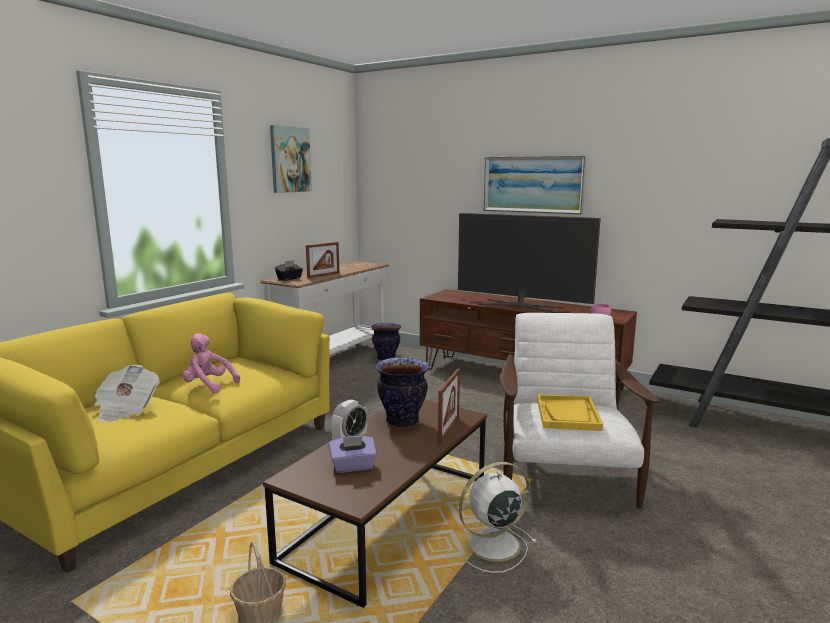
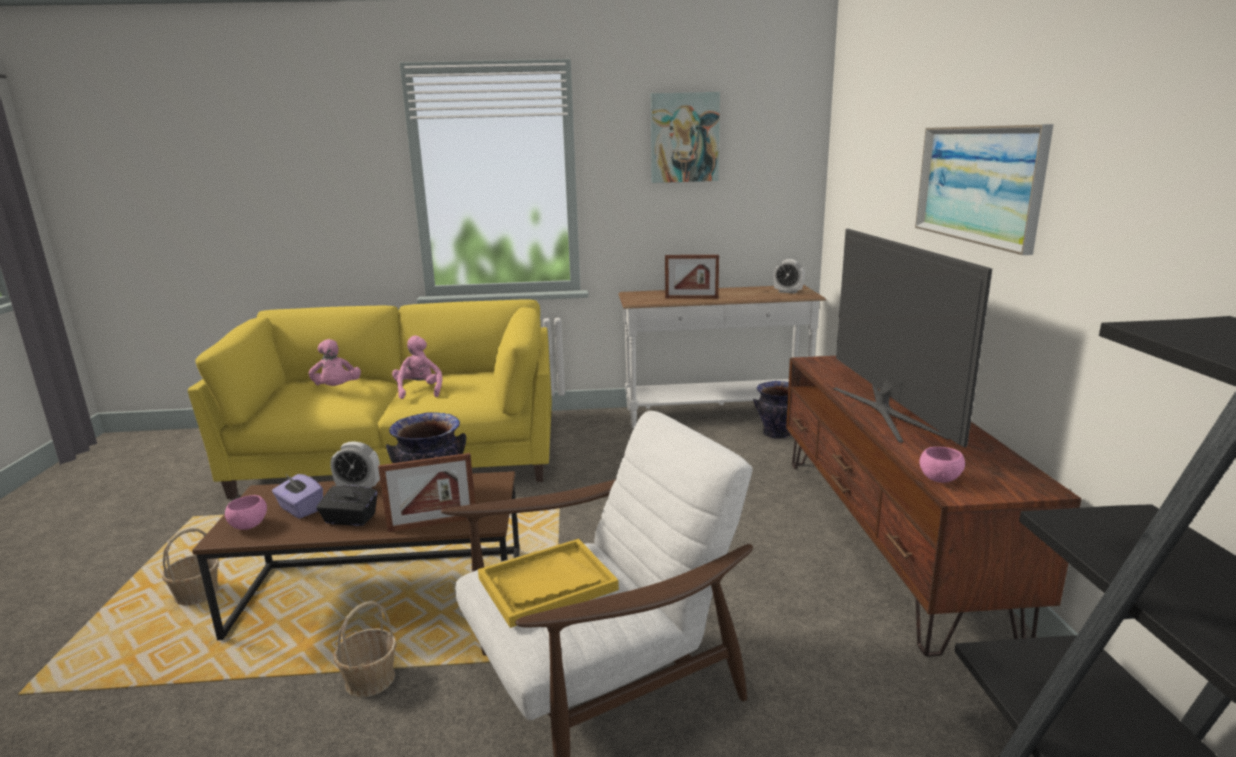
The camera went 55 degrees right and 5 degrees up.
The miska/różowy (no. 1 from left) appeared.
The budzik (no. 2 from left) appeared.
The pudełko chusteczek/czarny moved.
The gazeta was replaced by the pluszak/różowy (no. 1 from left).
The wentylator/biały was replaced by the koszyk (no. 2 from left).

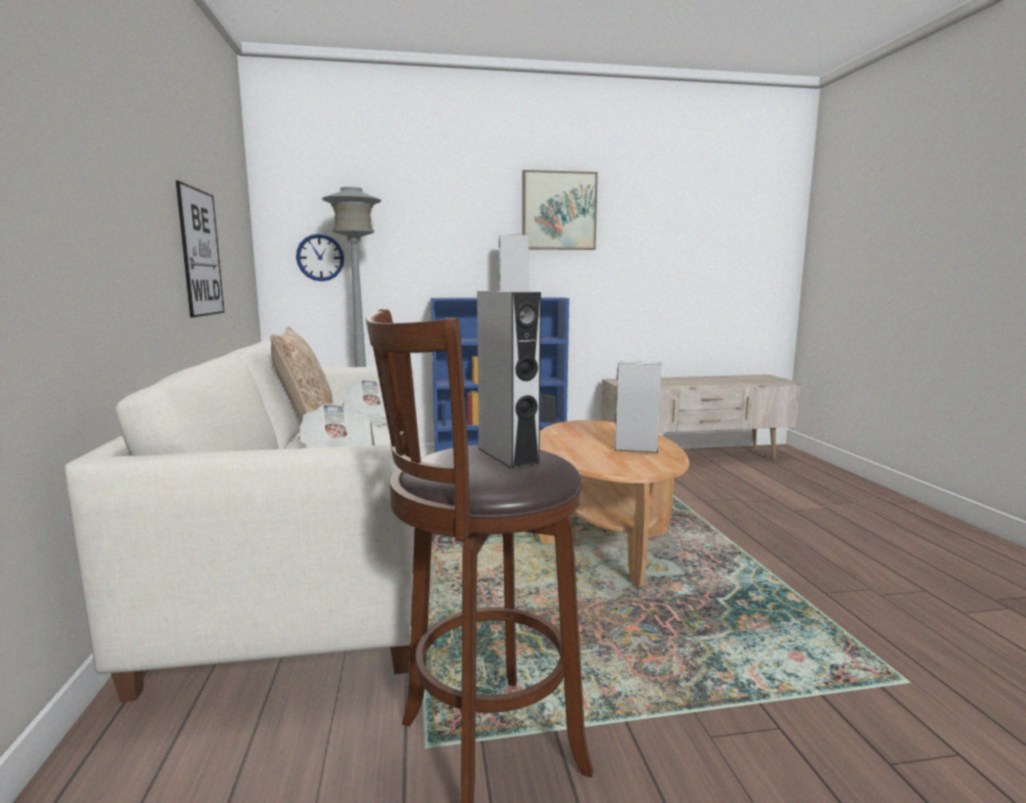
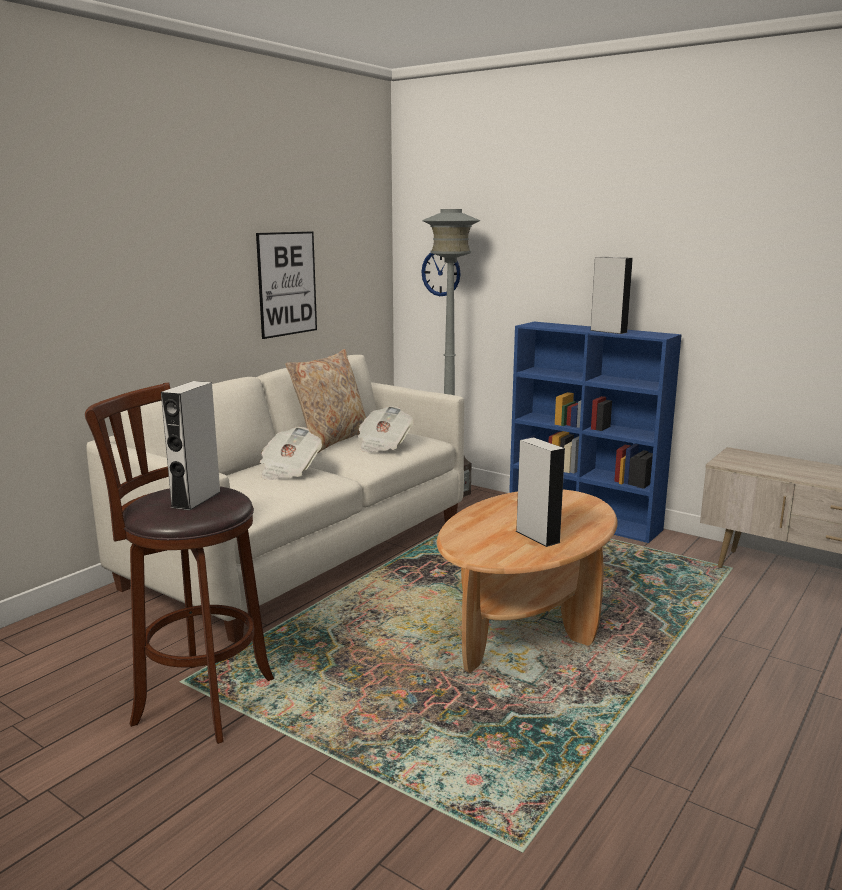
The camera went 45 degrees right and 5 degrees up.
The obraz (no. 2 from left) disappeared.

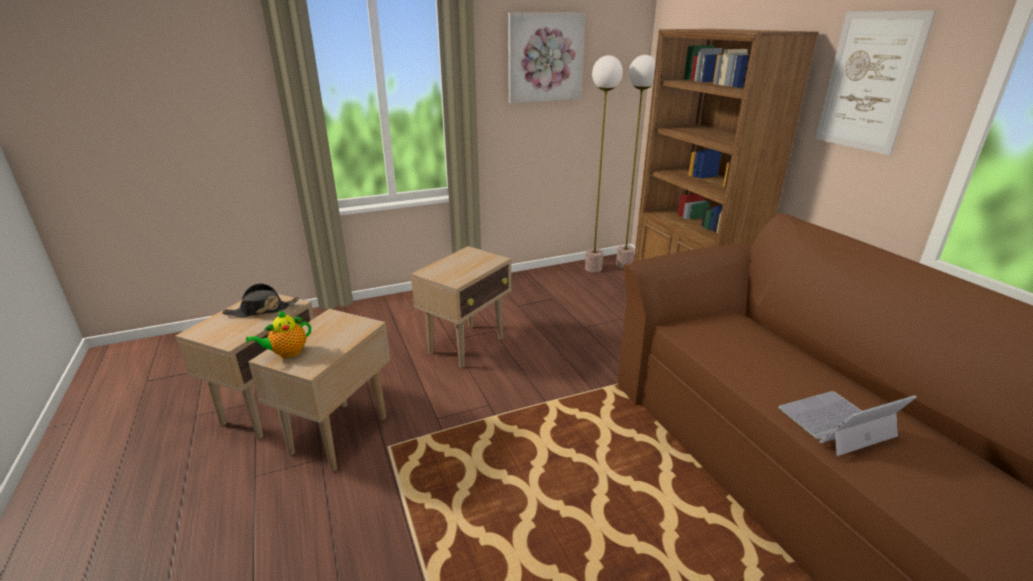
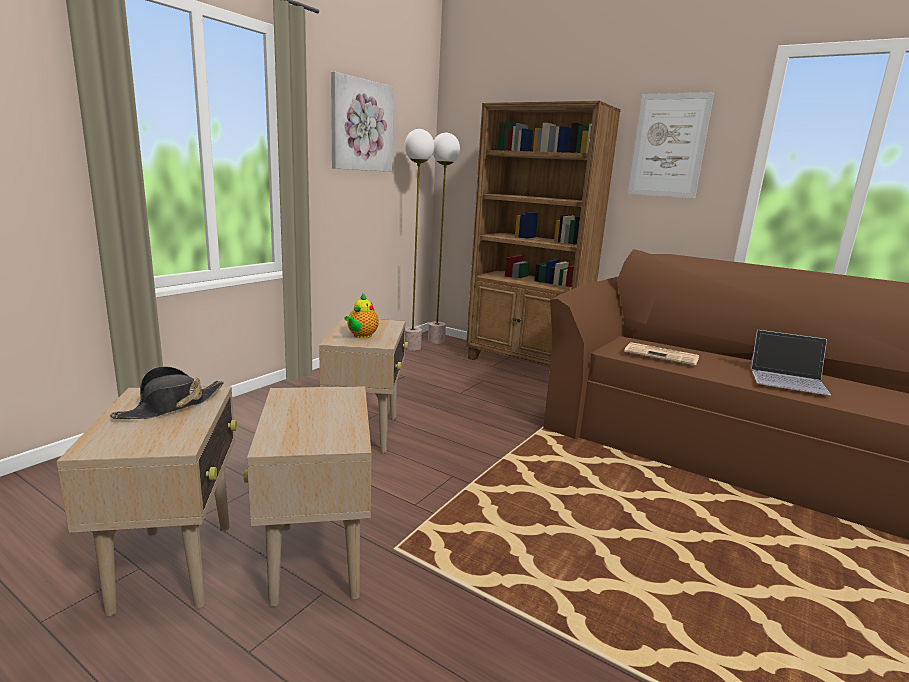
The camera went 35 degrees left and 10 degrees down.
The gazeta appeared.
The imbryk moved.
The laptop turned 105 degrees counterclockwise.

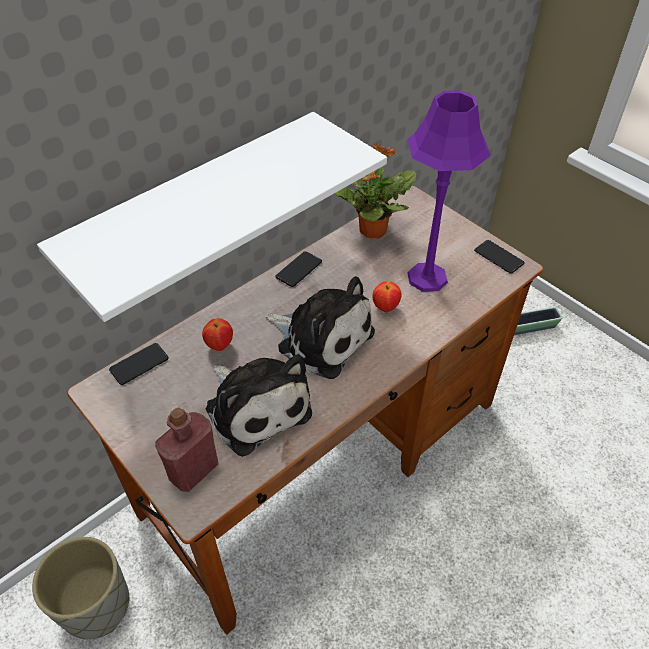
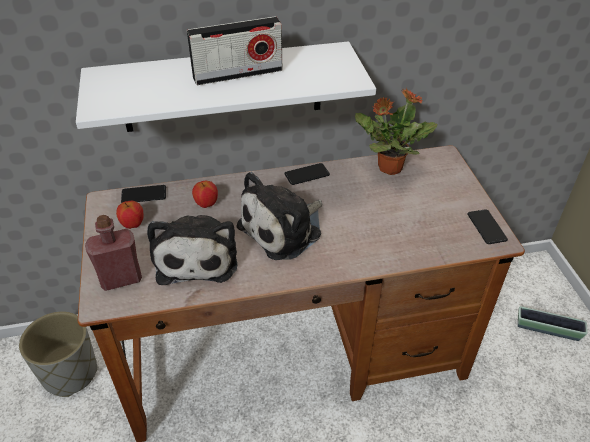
The camera went 30 degrees right and 5 degrees down.
The lampa stołowa/fioletowy disappeared.
The radio appeared.
The jabłko (no. 2 from left in the first image) moved.
The pluszak (no. 2 from left) turned 75 degrees clockwise.

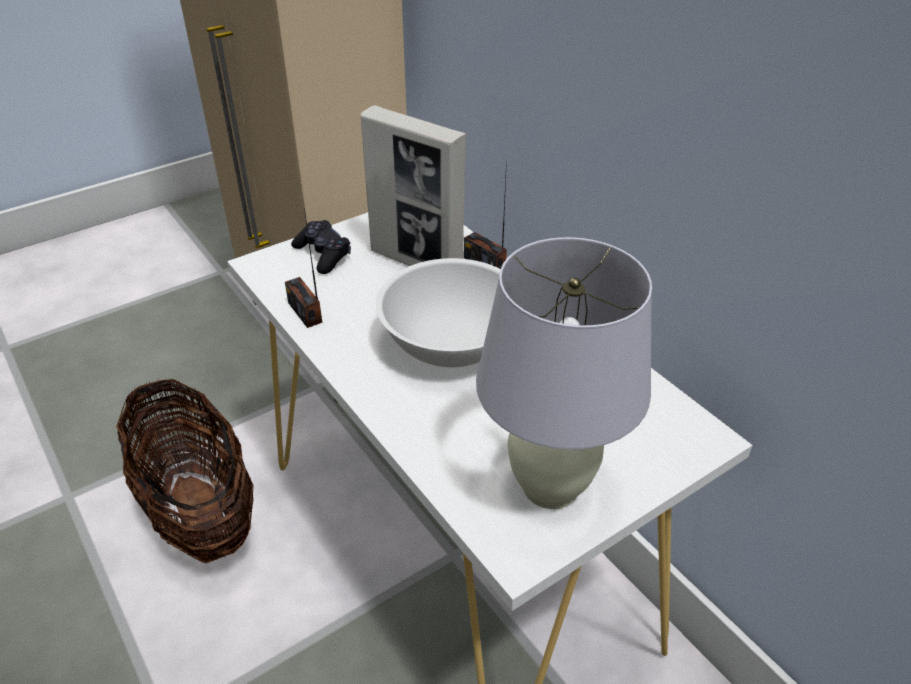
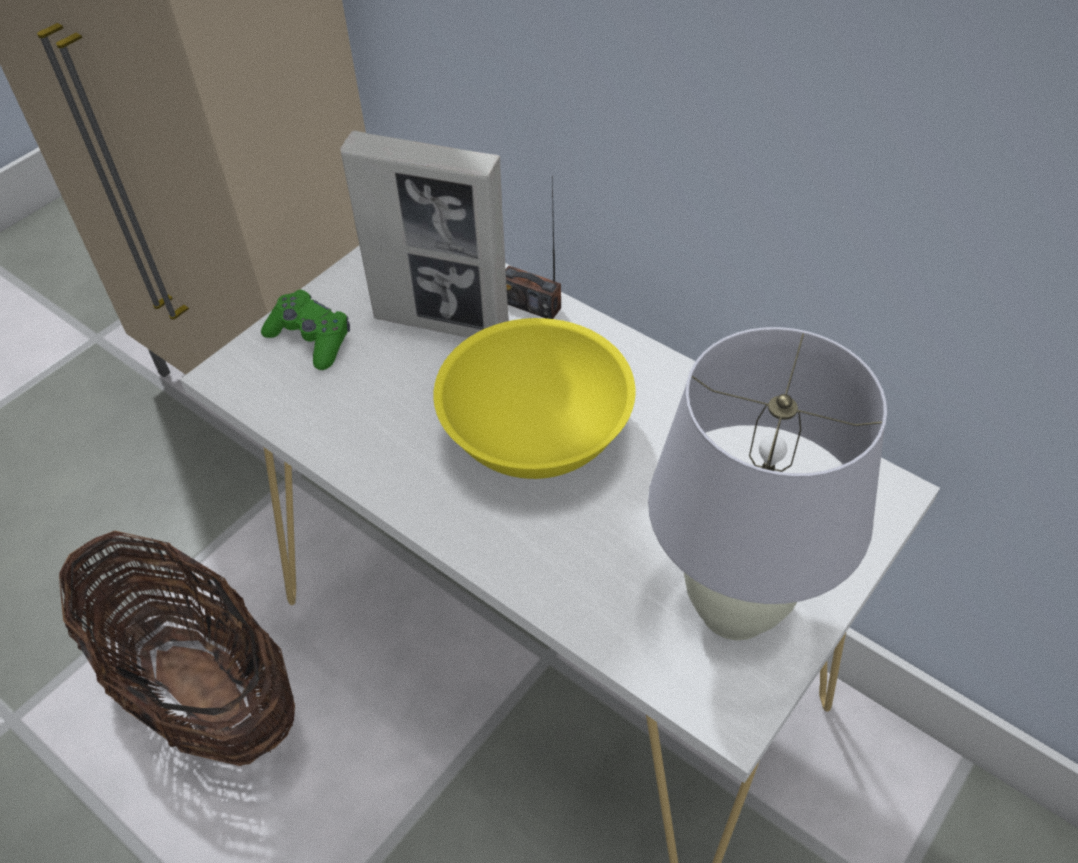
The camera went 15 degrees left and 10 degrees up.
The radio (no. 1 from left) disappeared.
The pad do gier/czarny became the pad do gier/zielony.
The miska/biały became the miska/żółty.

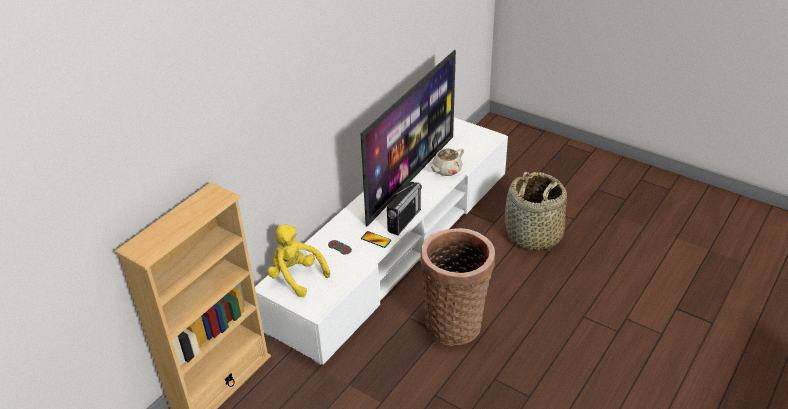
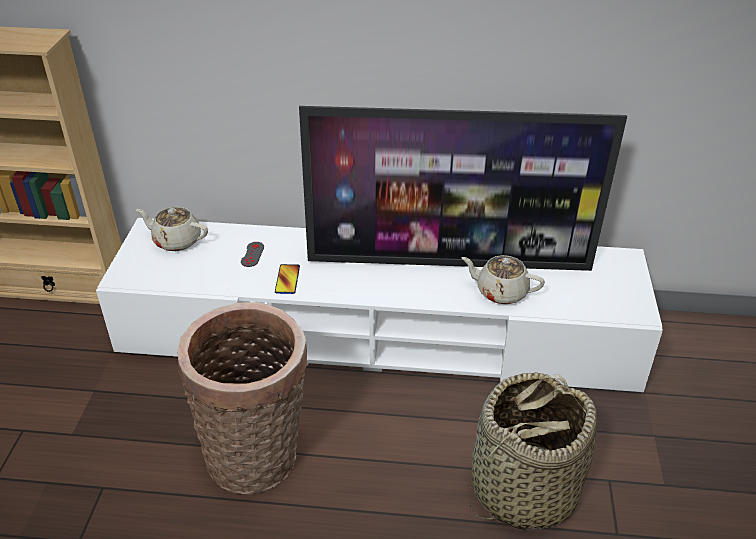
The camera went 60 degrees right and 0 degrees up.
The radio disappeared.
The pluszak/żółty was replaced by the imbryk/beżowy (no. 1 from left).

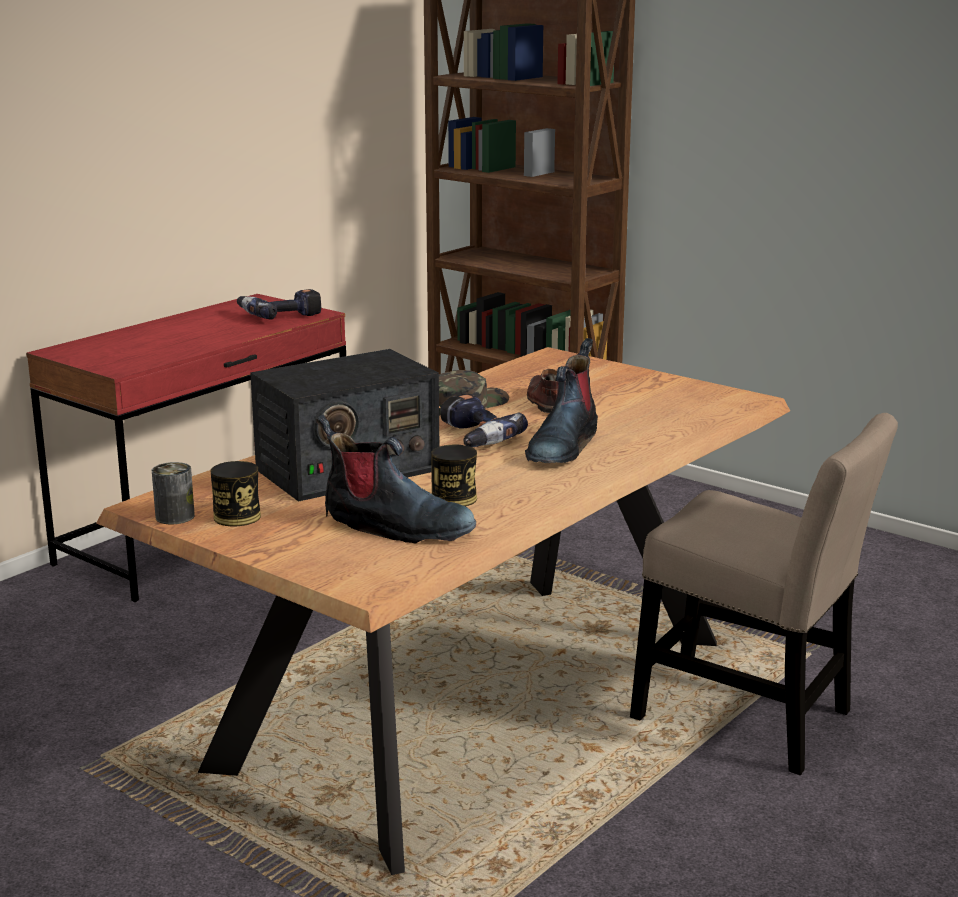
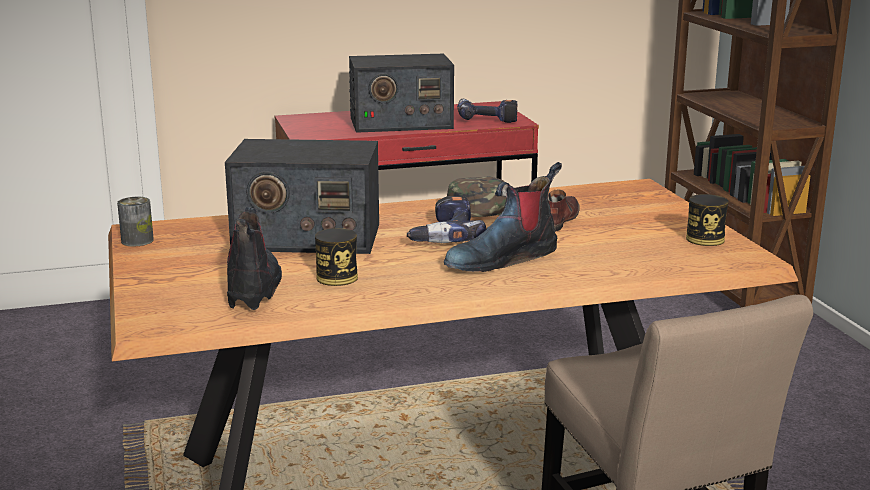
The camera went 35 degrees right and 0 degrees up.
The radio (no. 2 from left) appeared.
The puszka (no. 2 from left in the first image) moved.
The but z cholewką (no. 1 from left) turned 150 degrees counterclockwise.

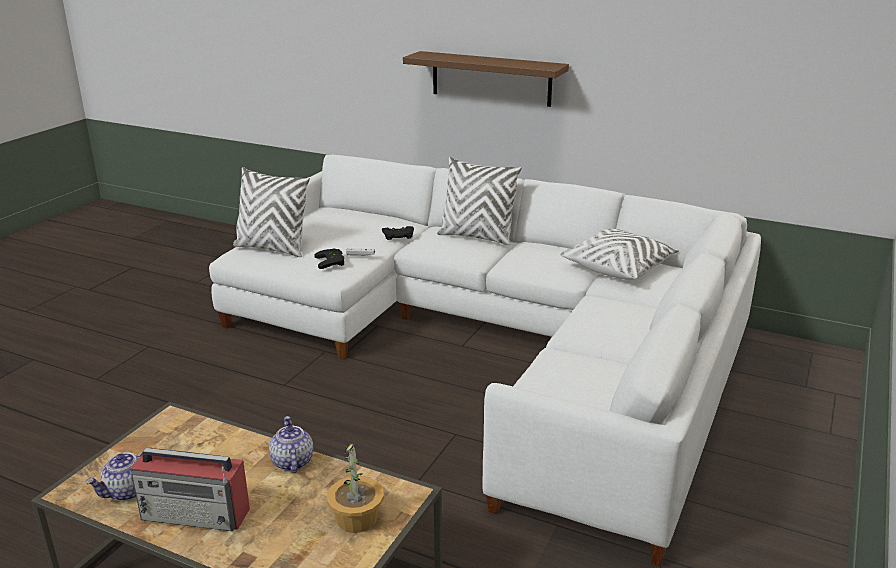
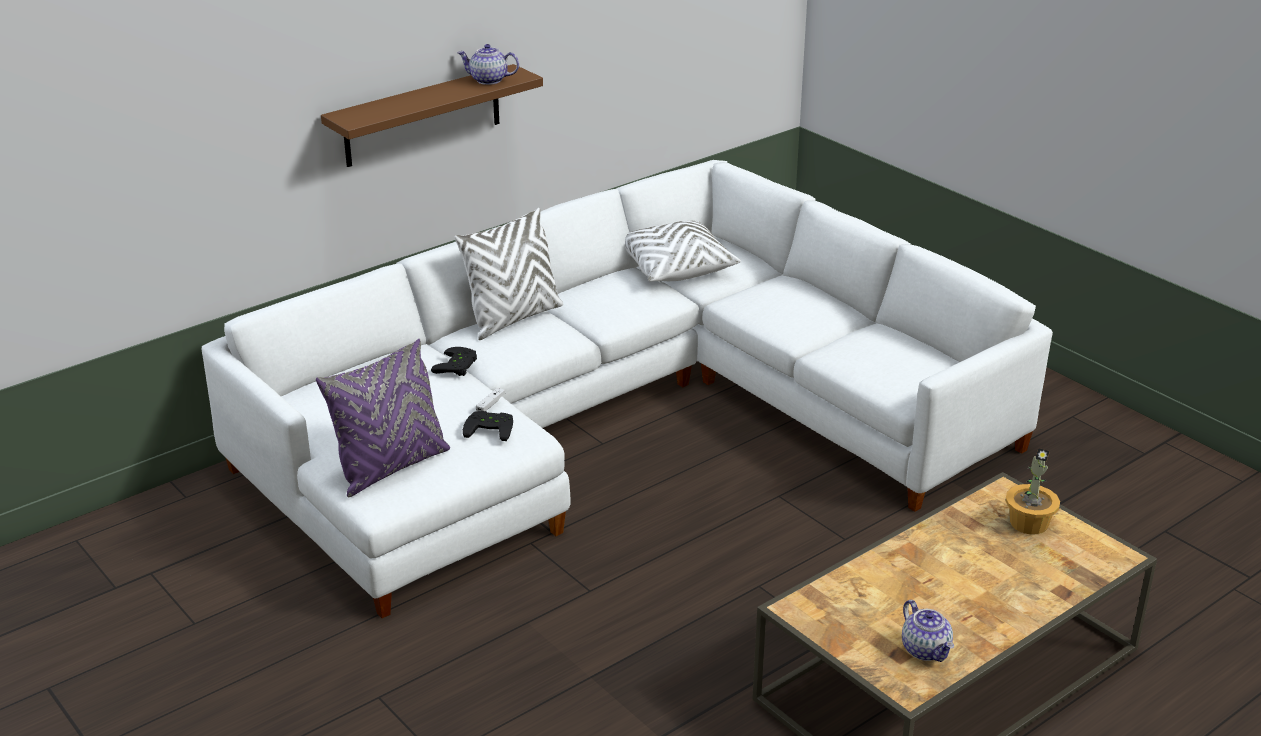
The camera went 65 degrees left and 5 degrees up.
The radio disappeared.
The imbryk (no. 2 from left in the first image) moved.
The poduszka/biały (no. 1 from left) became the poduszka/fioletowy.

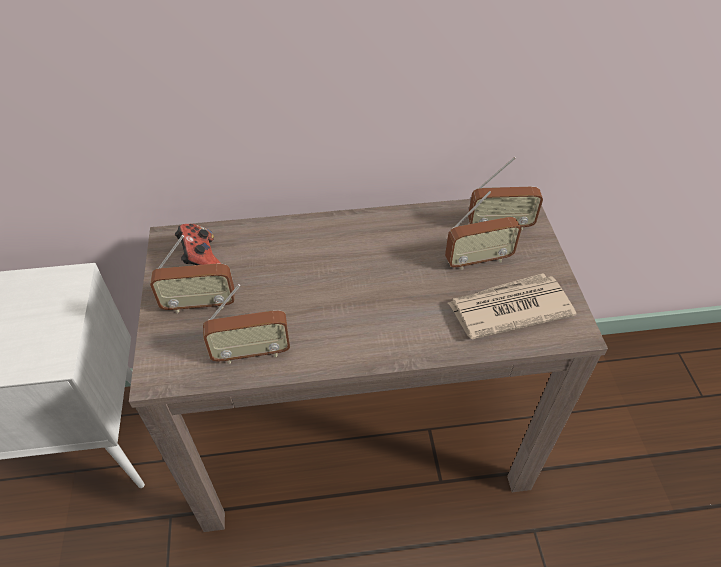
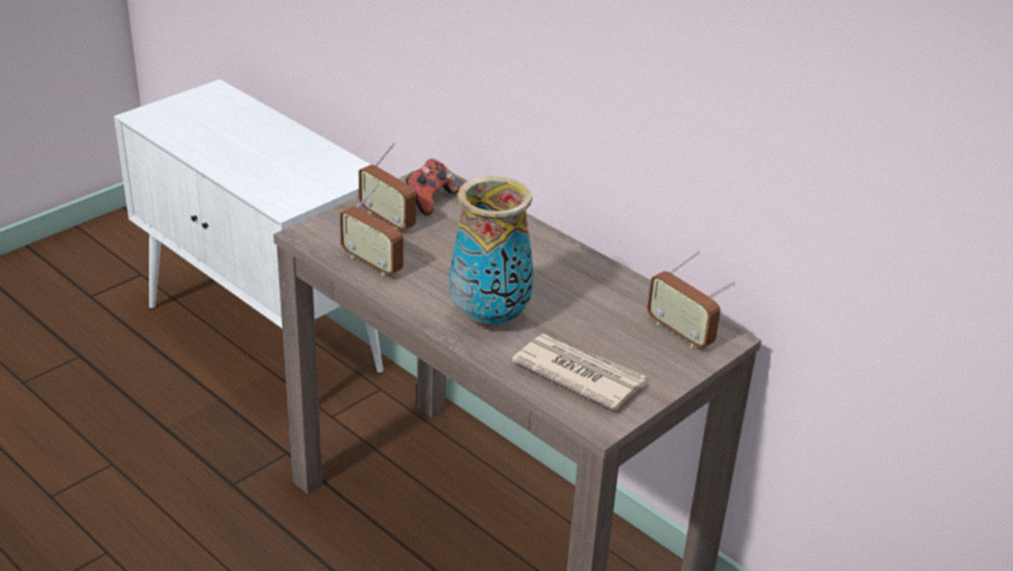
The camera went 50 degrees right and 15 degrees down.
The radio (no. 3 from left) disappeared.
The wazon appeared.

